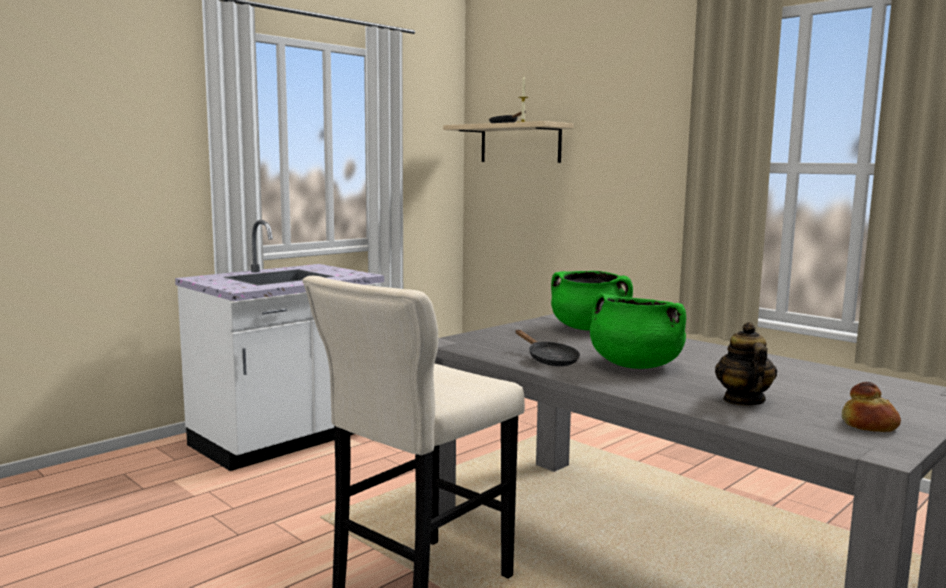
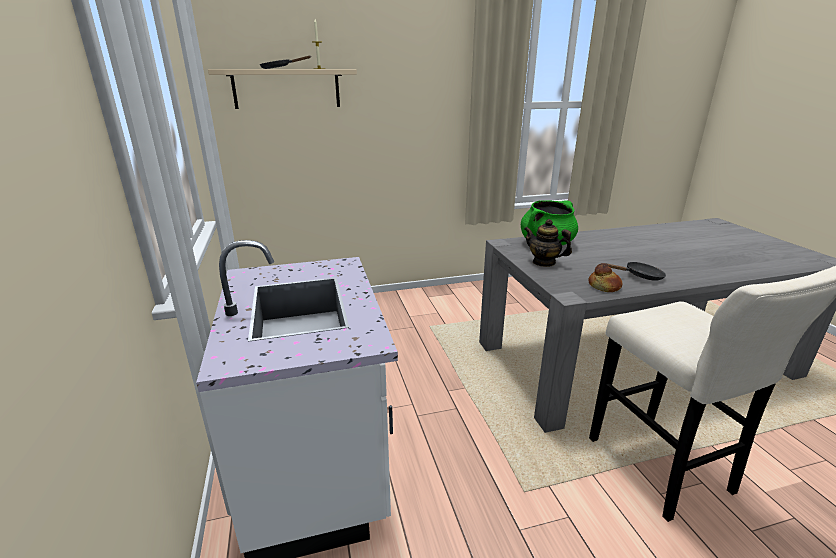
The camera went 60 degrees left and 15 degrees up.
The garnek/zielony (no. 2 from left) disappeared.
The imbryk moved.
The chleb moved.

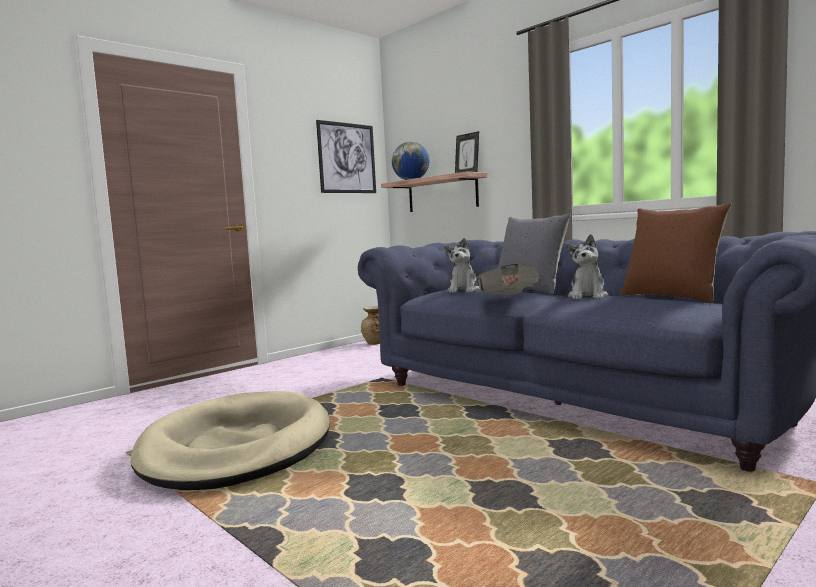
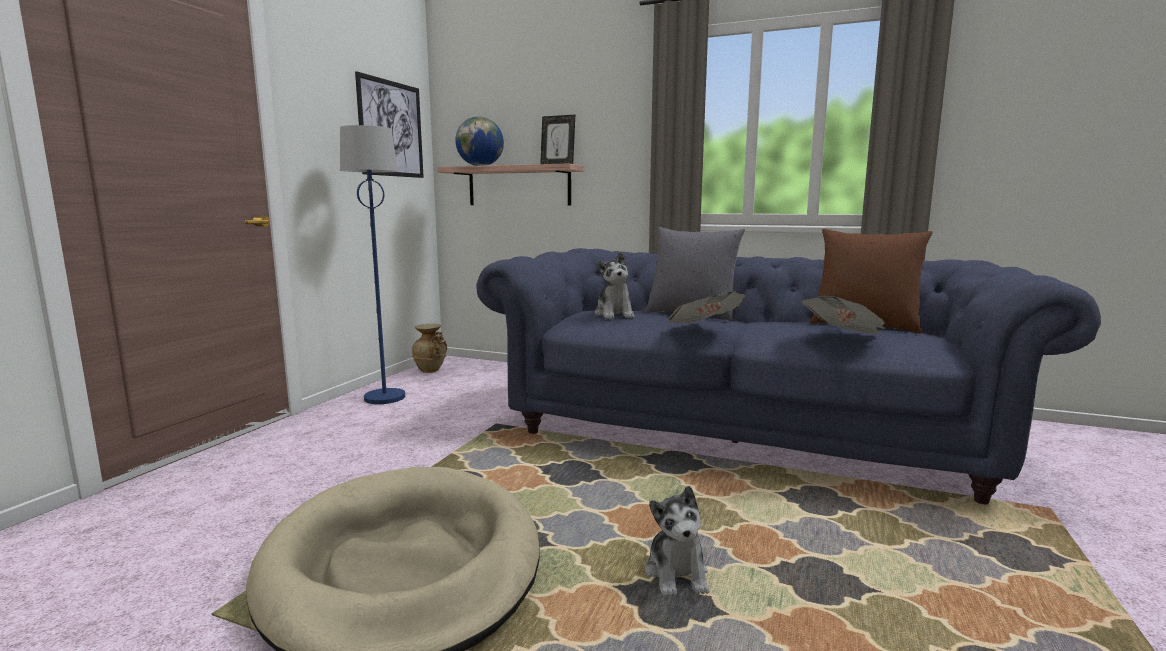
The camera went 25 degrees left and 5 degrees up.
The lampa stojąca/niebieski appeared.
The gazeta (no. 2 from left) appeared.
The pluszak (no. 2 from left) moved.

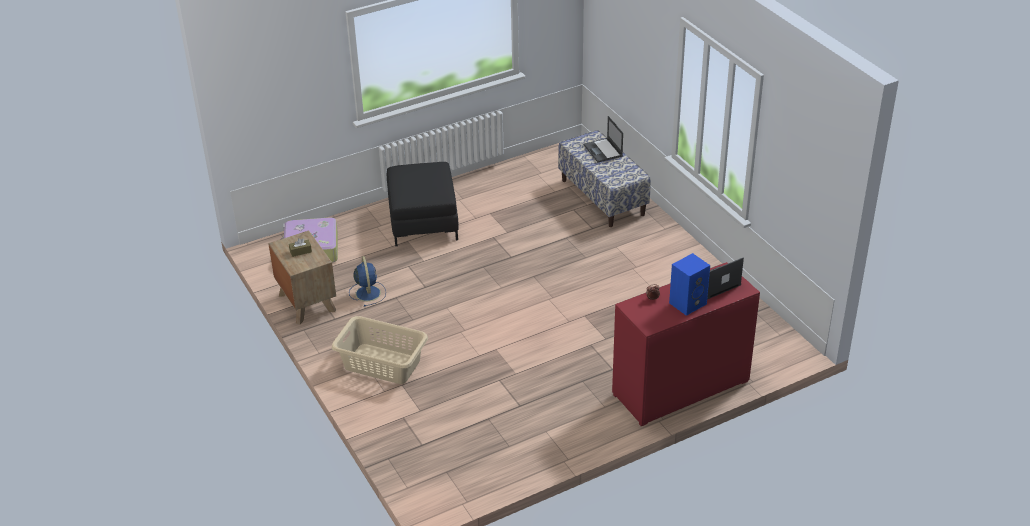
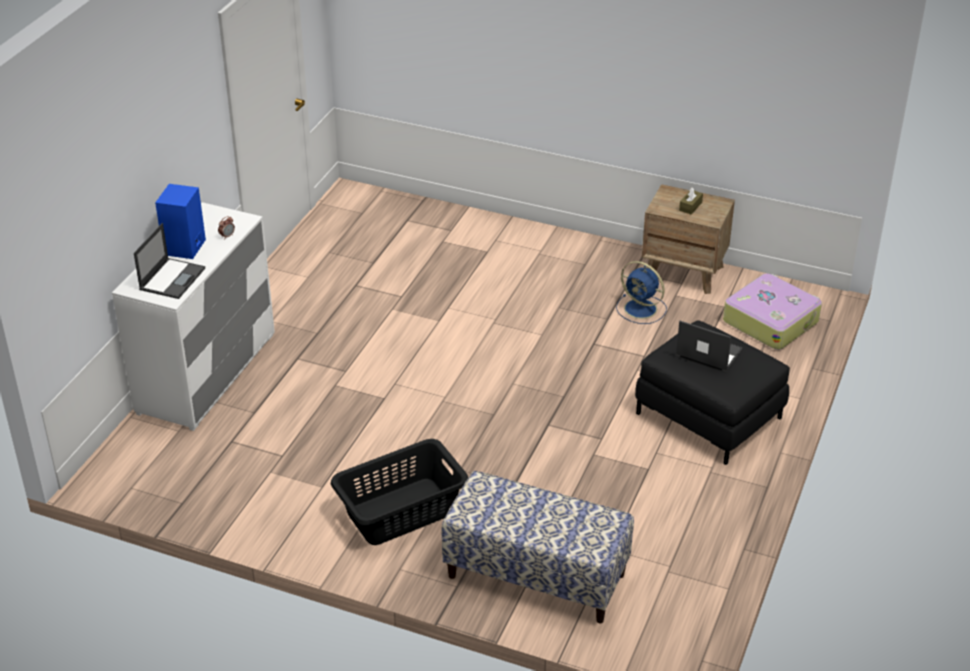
The camera went 140 degrees right and 0 degrees up.
The kosz na pranie/beżowy disappeared.
The kosz na pranie/czarny appeared.
The laptop (no. 1 from left in the first image) moved.
The komoda/czerwony became the komoda/biały.

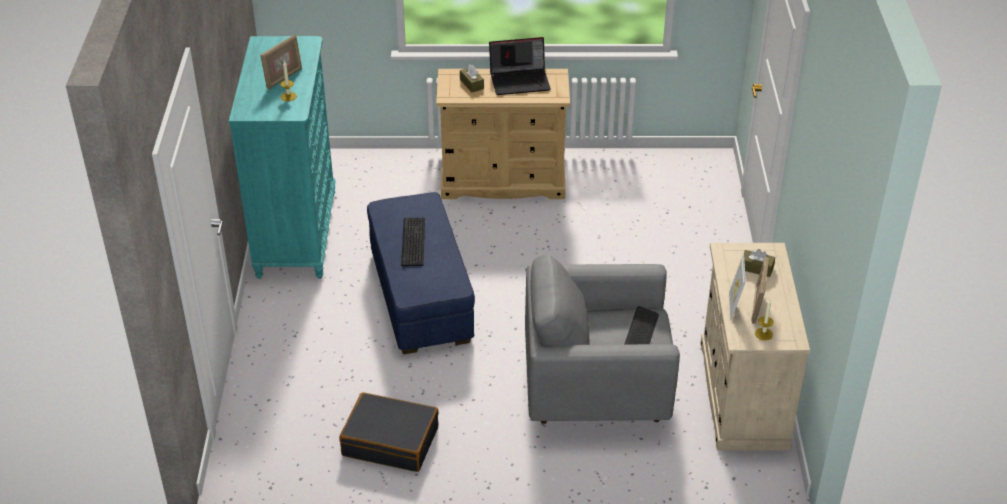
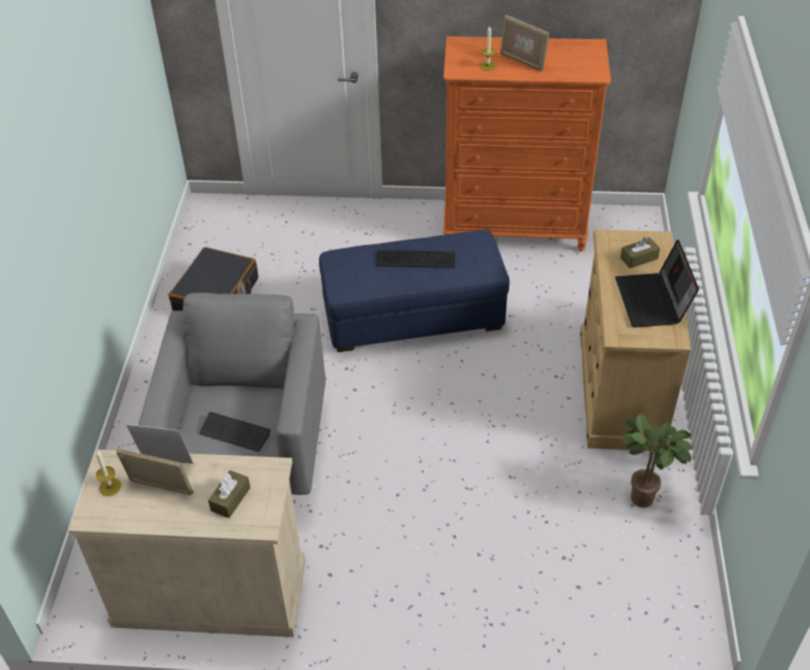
The camera went 95 degrees right and 5 degrees up.
The roślina doniczkowa appeared.
The komoda/turkusowy became the komoda/pomarańczowy.

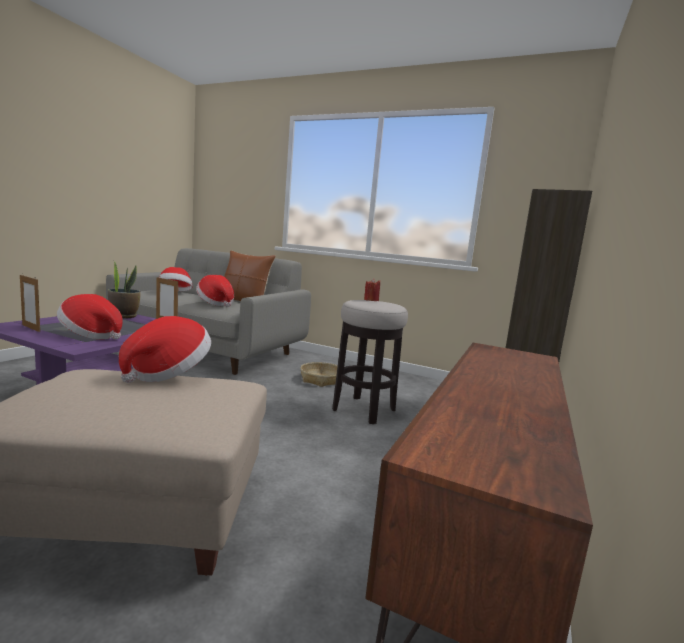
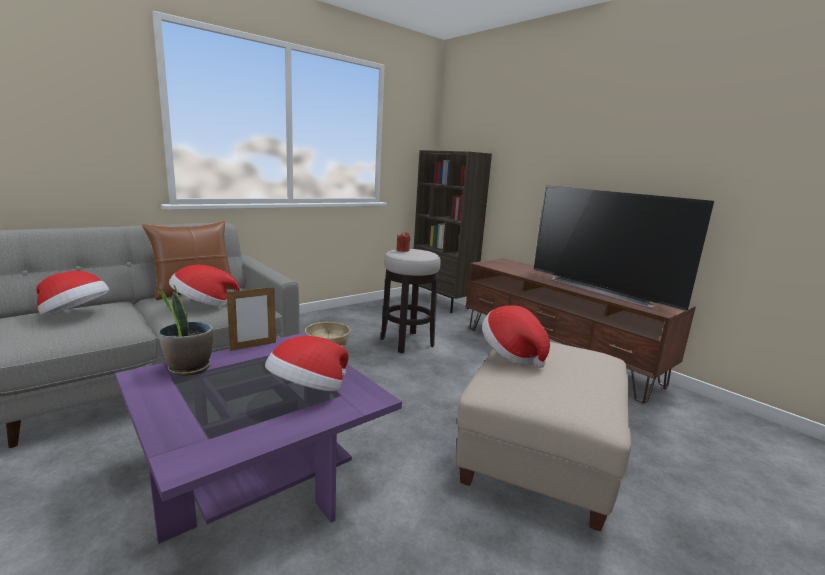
The camera went 65 degrees left and 5 degrees up.
The ramka na zdjęcie (no. 1 from left) disappeared.
The telewizor appeared.

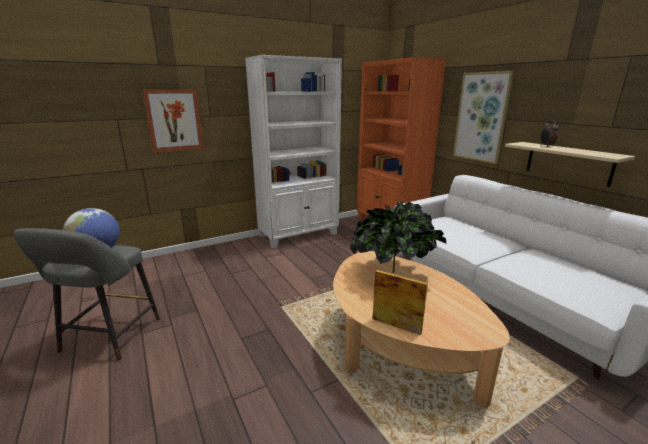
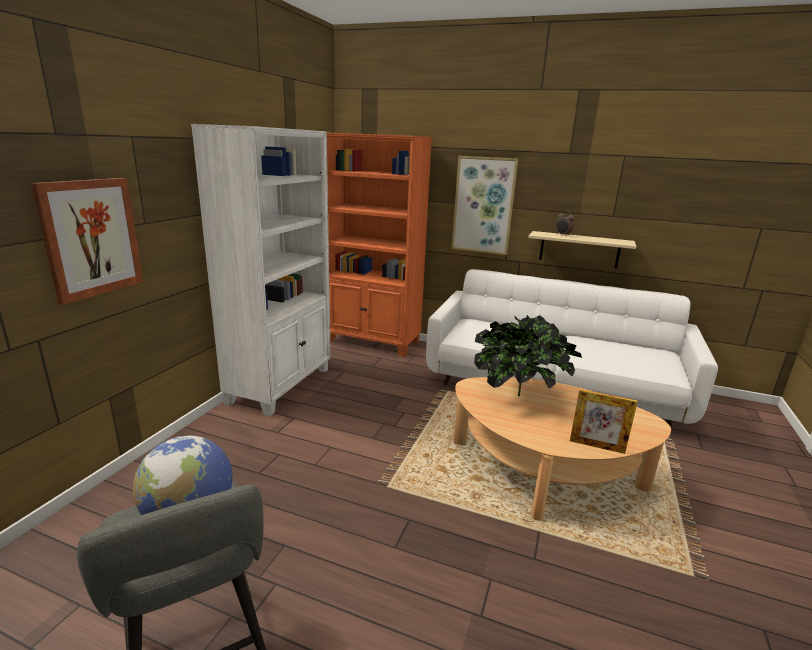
The camera went 40 degrees left and 0 degrees up.
The ramka na zdjęcie turned 150 degrees counterclockwise.

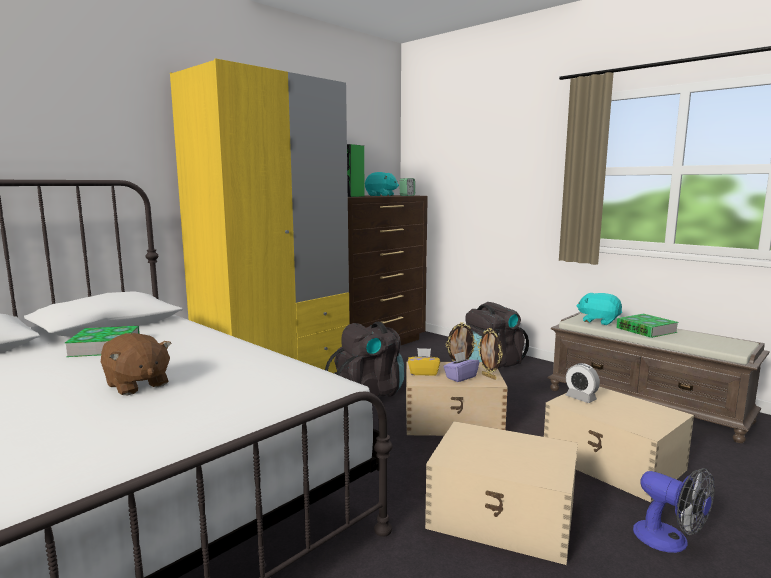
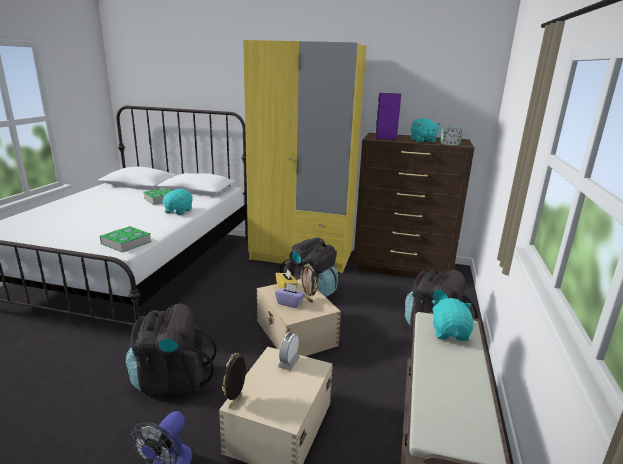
The camera went 60 degrees right and 10 degrees up.
The pluszak/brązowy disappeared.
The pluszak/turkusowy (no. 1 from left) appeared.
The ramka na zdjęcie (no. 2 from left in the first image) moved.
The książka (no. 2 from left in the first image) moved.
The pojemnik do przechowywania/beżowy (no. 2 from left) was replaced by the plecak/czarny (no. 1 from left).
The głośnik/zielony became the głośnik/fioletowy.

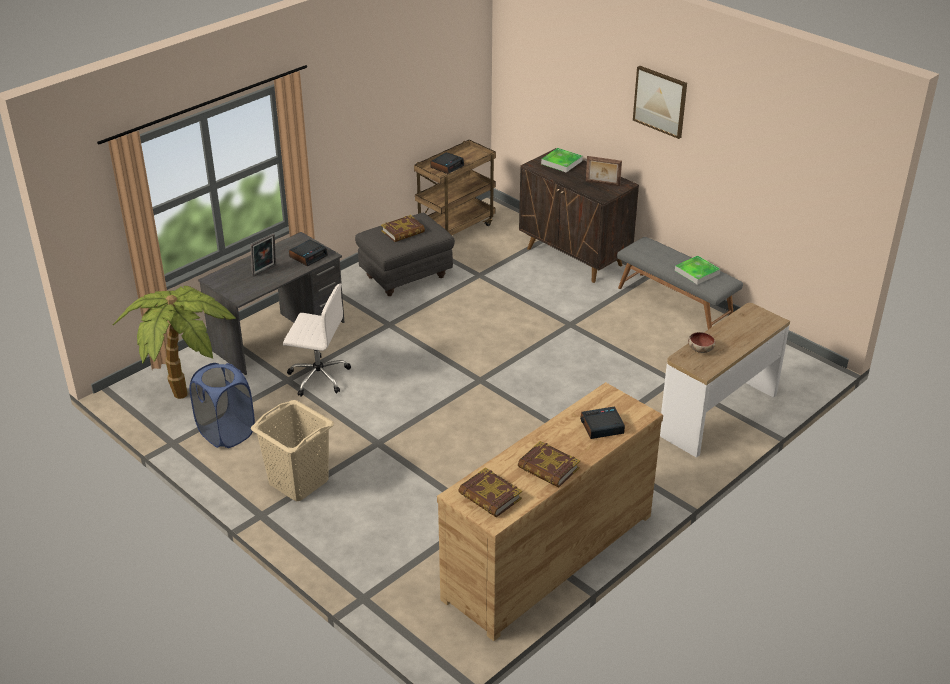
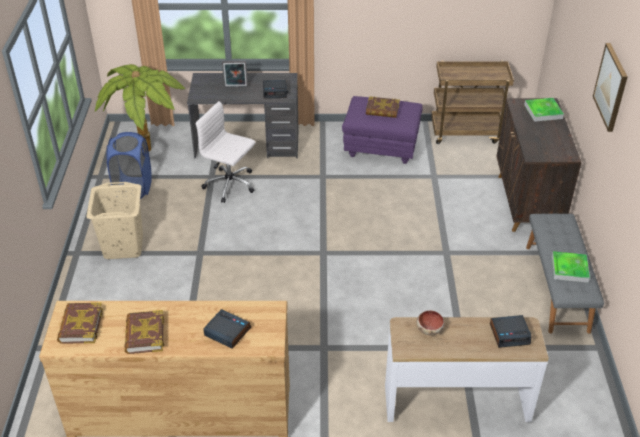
The camera went 45 degrees right and 5 degrees up.
The ramka na zdjęcie (no. 2 from left) disappeared.
The budzik (no. 2 from left in the first image) moved.
The pufa/szary became the pufa/fioletowy.
The krzesło biurowe/biały turned 150 degrees clockwise.

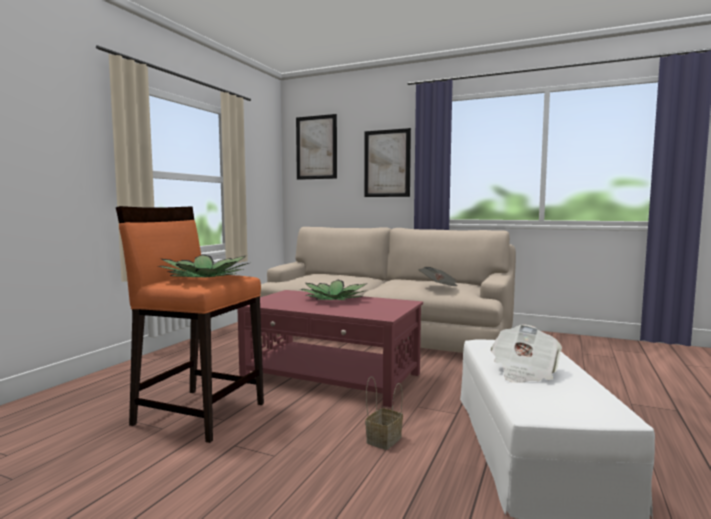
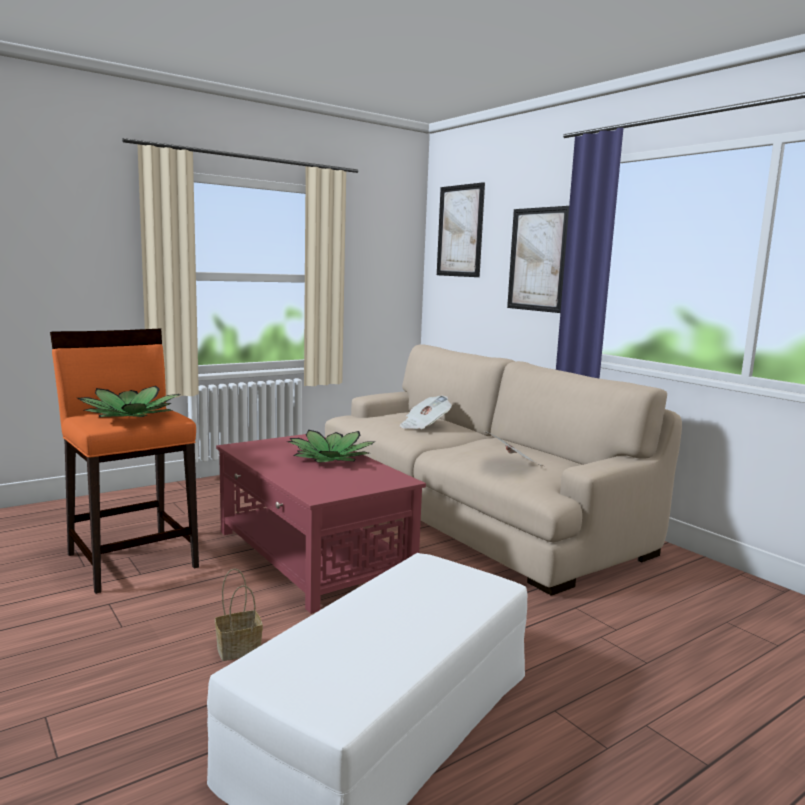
The camera went 30 degrees right and 5 degrees up.
The gazeta (no. 2 from left in the first image) moved.

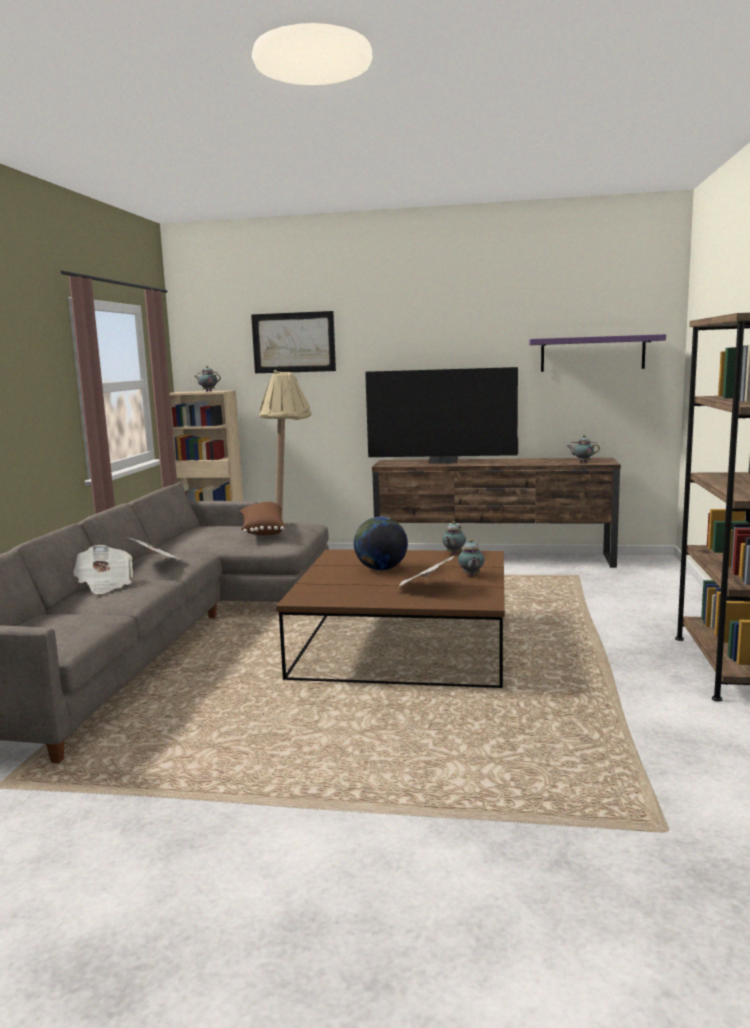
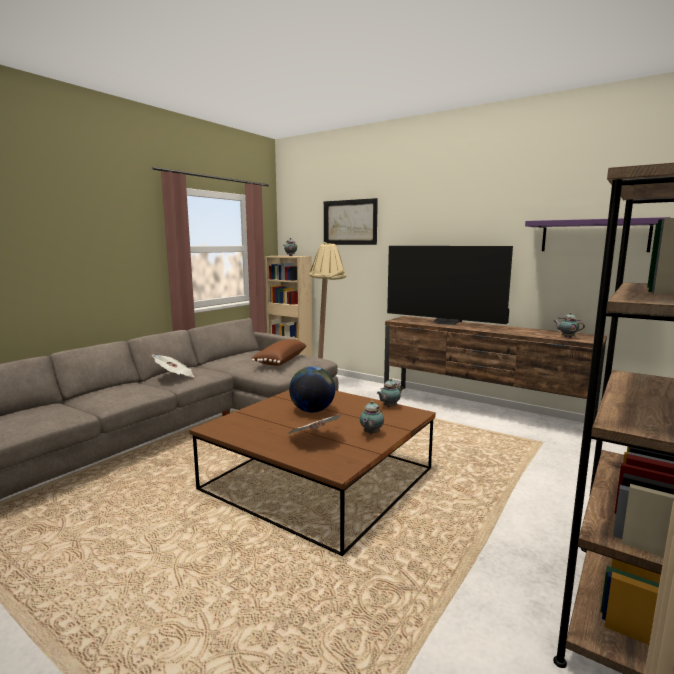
The camera went 25 degrees right and 0 degrees up.
The gazeta (no. 1 from left) disappeared.

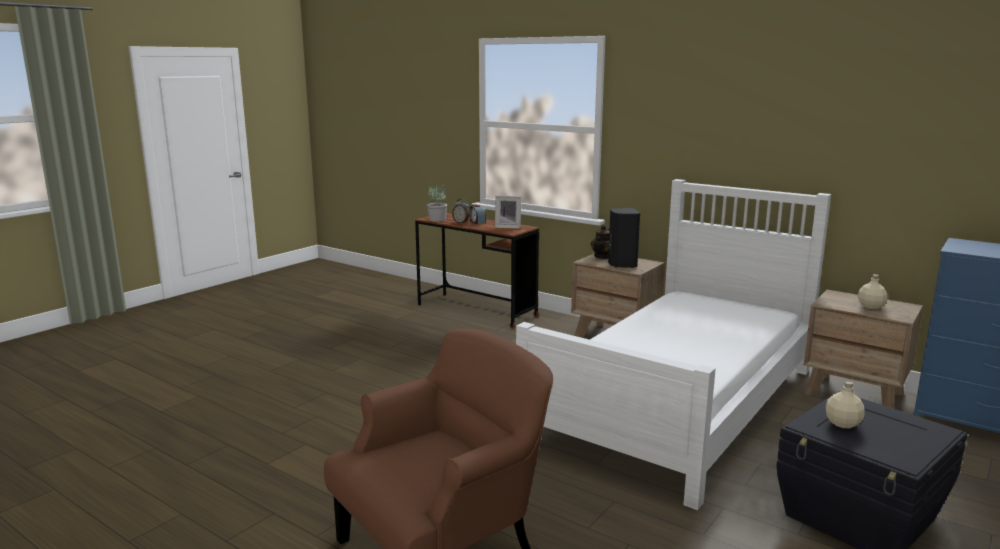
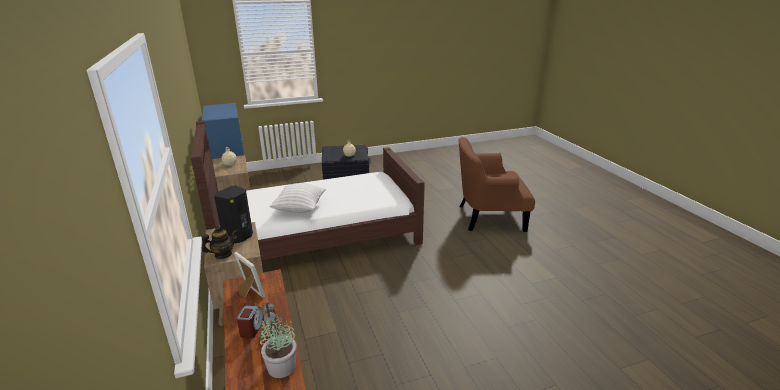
The camera went 145 degrees left and 10 degrees up.
The poduszka/biały appeared.
The łóżko/biały became the łóżko/brązowy.

